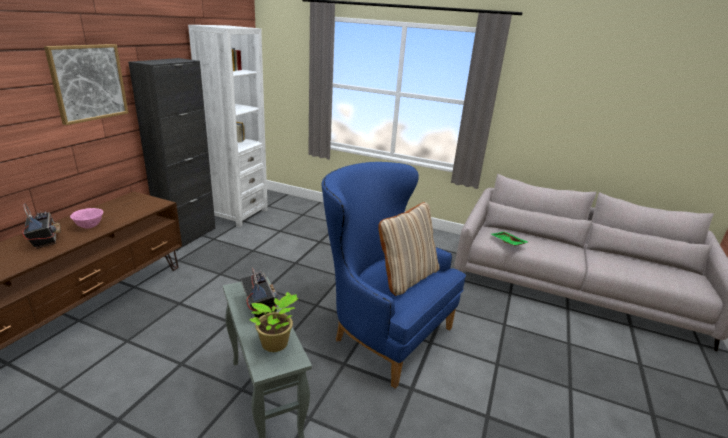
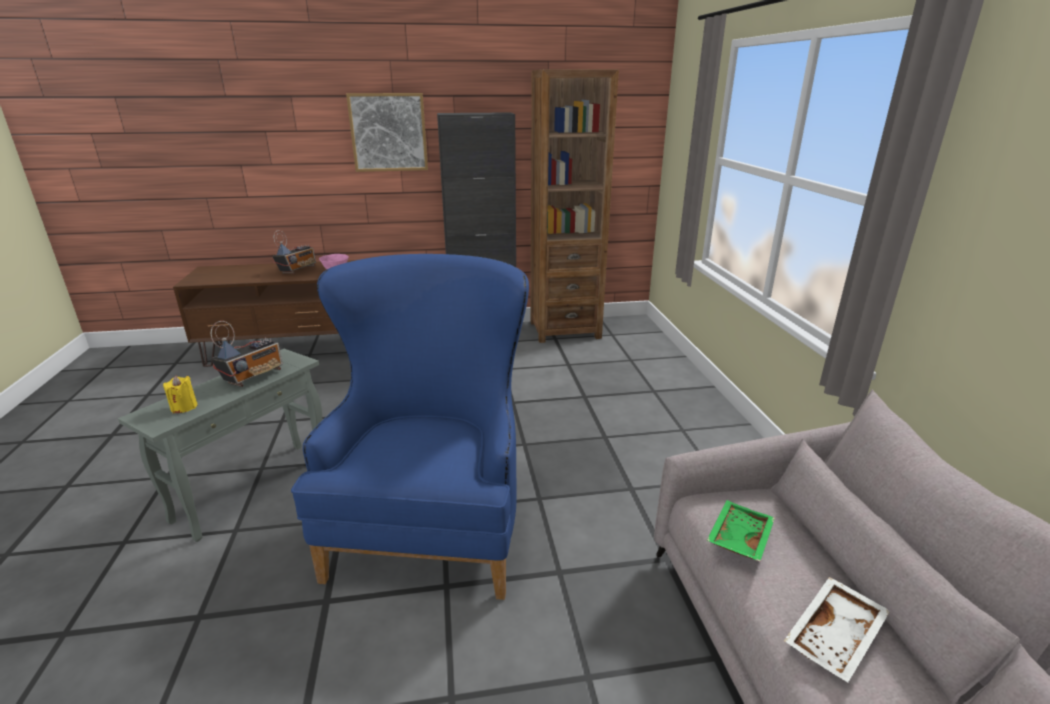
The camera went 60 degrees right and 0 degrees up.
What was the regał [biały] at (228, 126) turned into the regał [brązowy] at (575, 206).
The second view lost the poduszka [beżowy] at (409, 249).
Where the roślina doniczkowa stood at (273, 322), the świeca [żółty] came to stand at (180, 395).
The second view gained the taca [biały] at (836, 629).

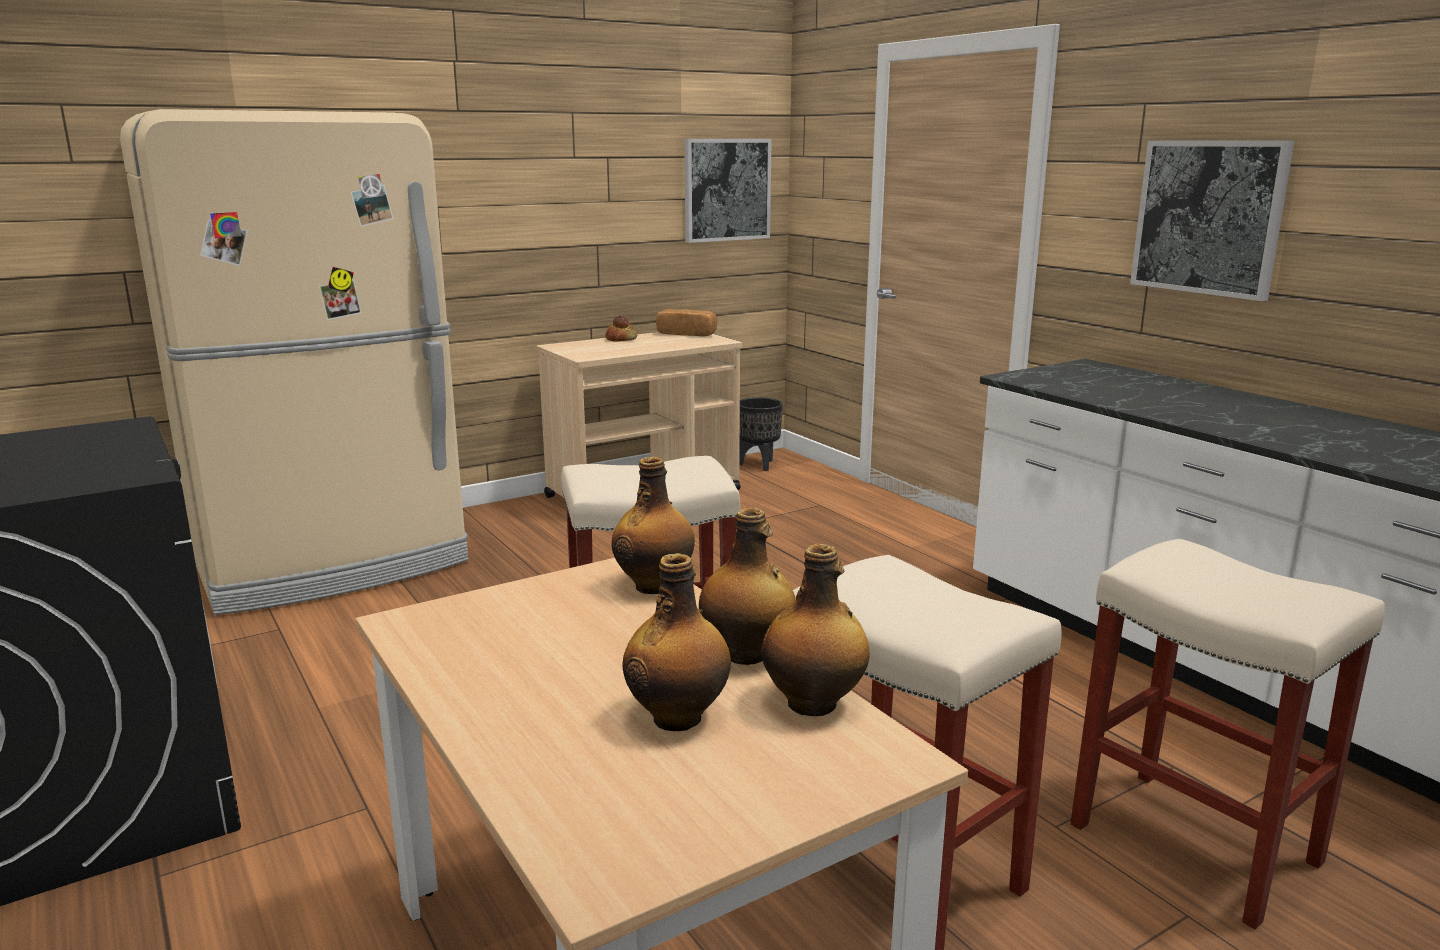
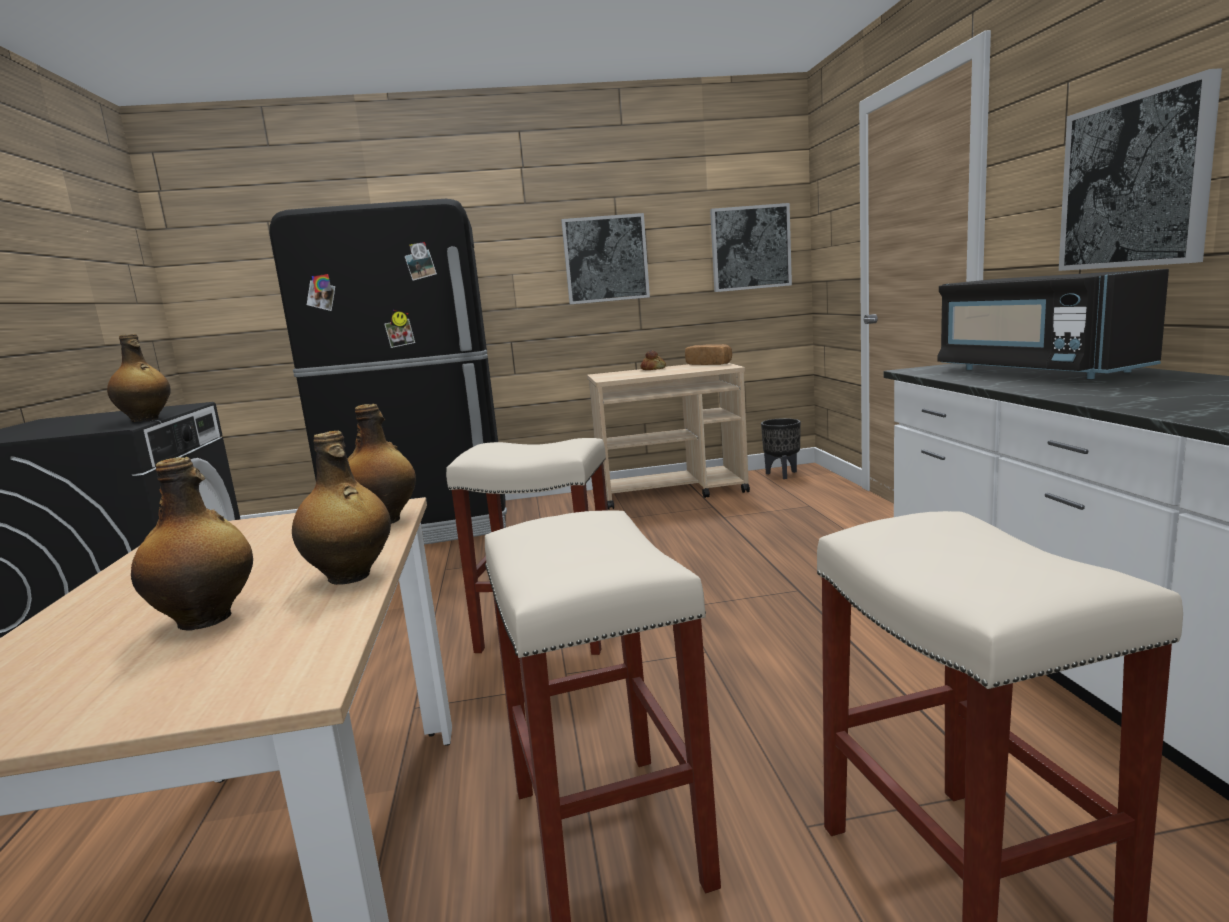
The camera went 25 degrees right and 5 degrees down.
What was the lodówka [beżowy] at (294, 362) turned into the lodówka [czarny] at (388, 371).
The butelka ended up elsewhere, having gone from (816, 630) to (139, 378).
The second view gained the obraz at (605, 258).
The second view gained the mikrofalówka [czarny] at (1053, 324).

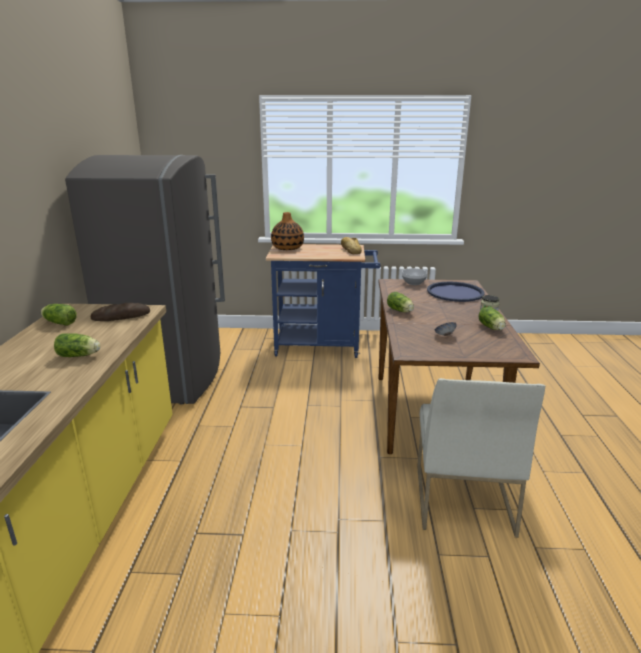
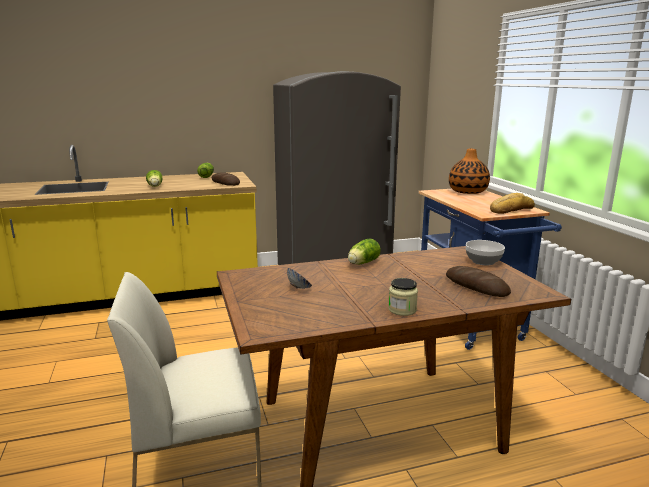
The camera went 70 degrees right and 5 degrees down.
Where the taca [niebieski] stood at (456, 292), the chleb came to stand at (478, 281).
The second view lost the sałata at (492, 318).

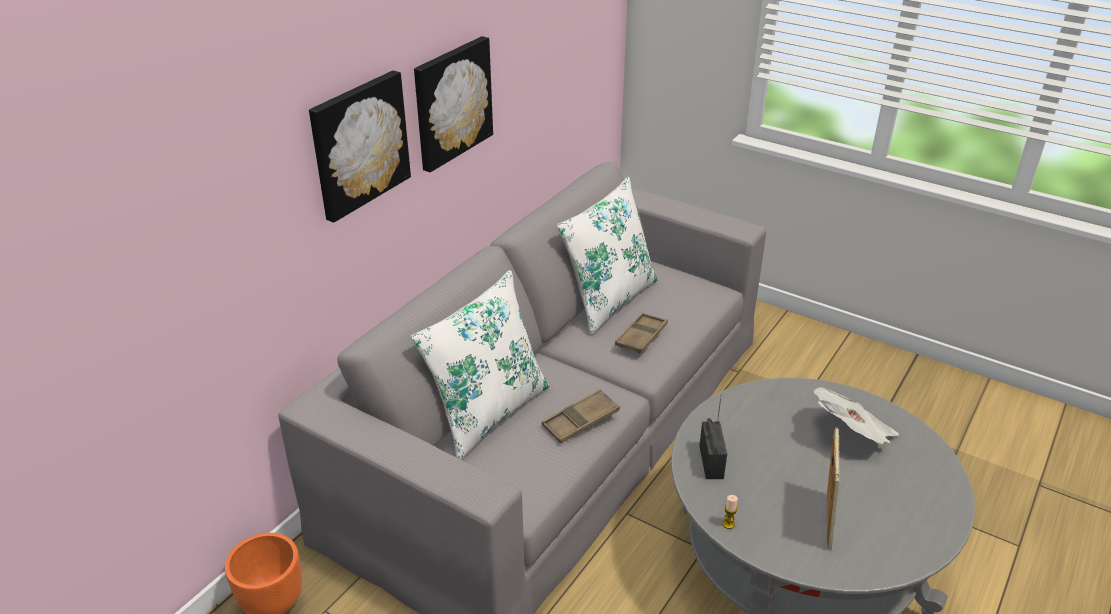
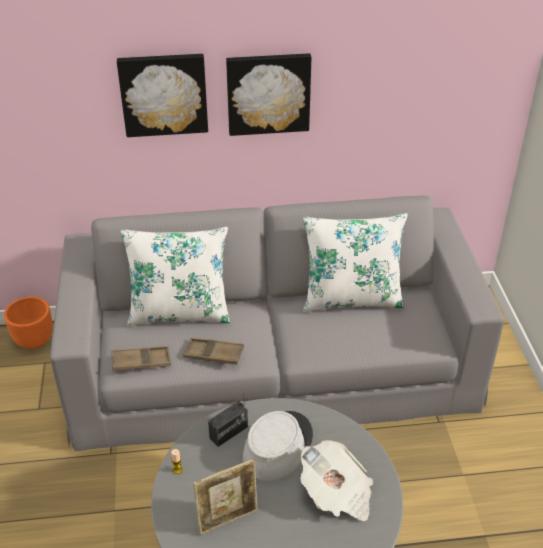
The camera went 50 degrees right and 5 degrees up.
The taca [brązowy] ended up elsewhere, having gone from (641, 333) to (141, 358).
The second view gained the kapelusz [szary] at (278, 446).

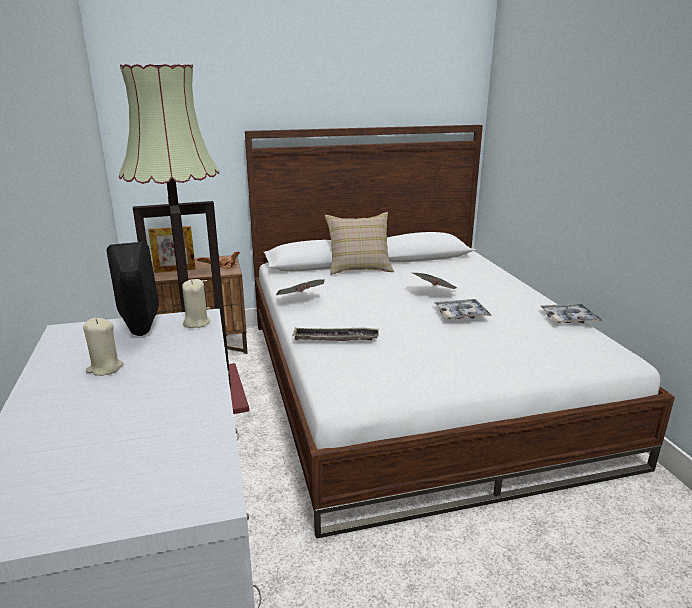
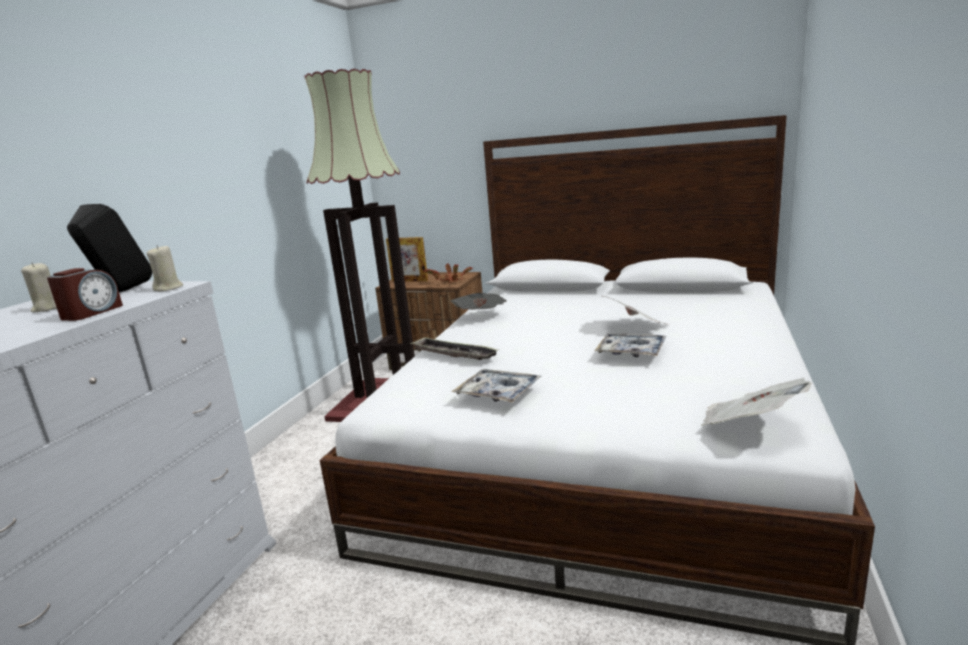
The camera went 35 degrees right and 5 degrees down.
The second view lost the poduszka [beżowy] at (359, 243).
The taca ended up elsewhere, having gone from (572, 313) to (496, 386).
The second view gained the budzik at (85, 294).
The second view gained the gazeta at (756, 402).

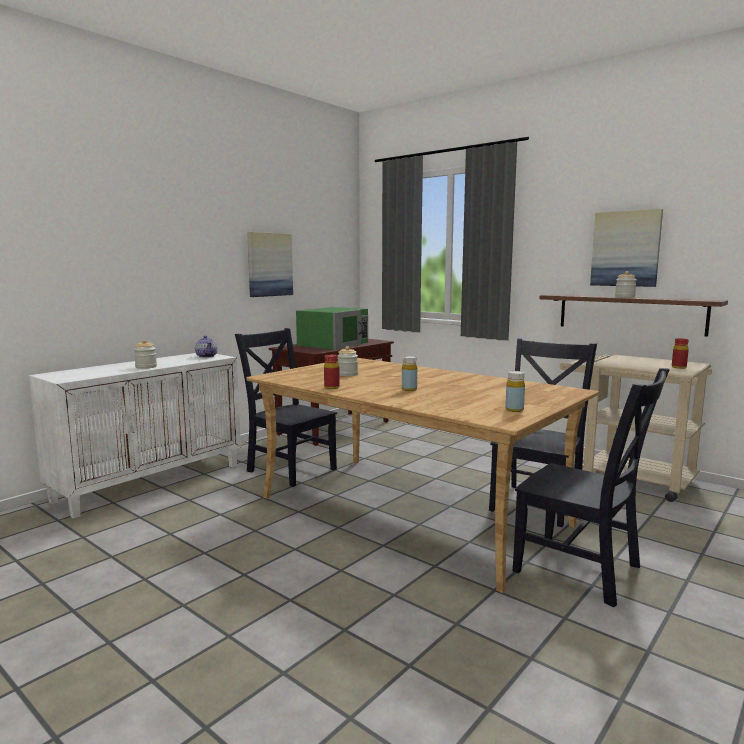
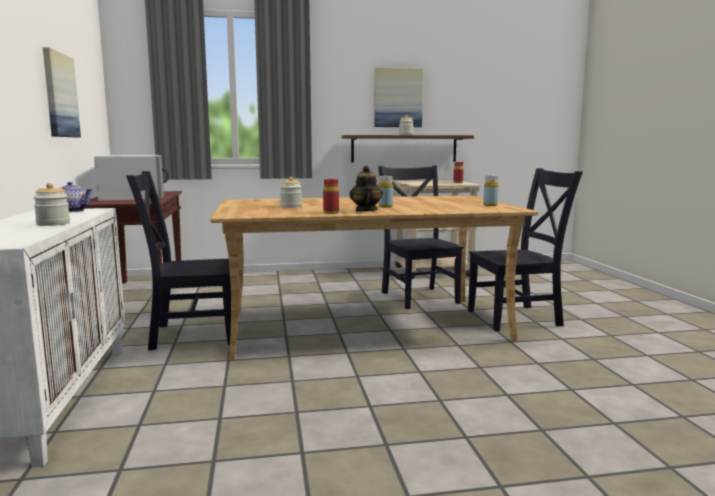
The camera went 50 degrees left and 0 degrees up.
What was the mikrofalówka [zielony] at (332, 328) turned into the mikrofalówka [biały] at (131, 178).
The second view gained the imbryk at (366, 188).

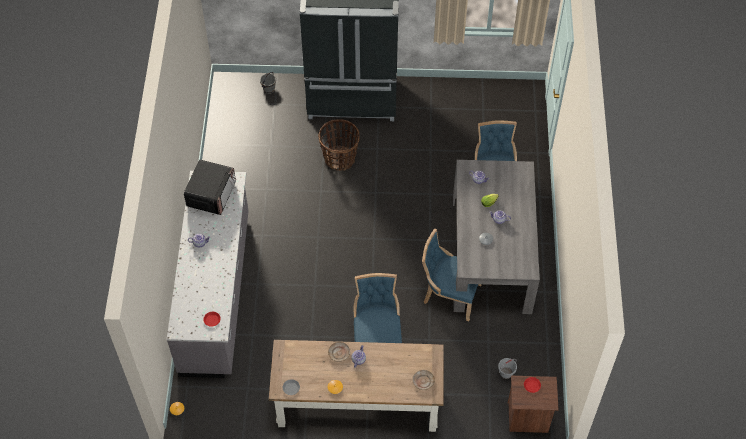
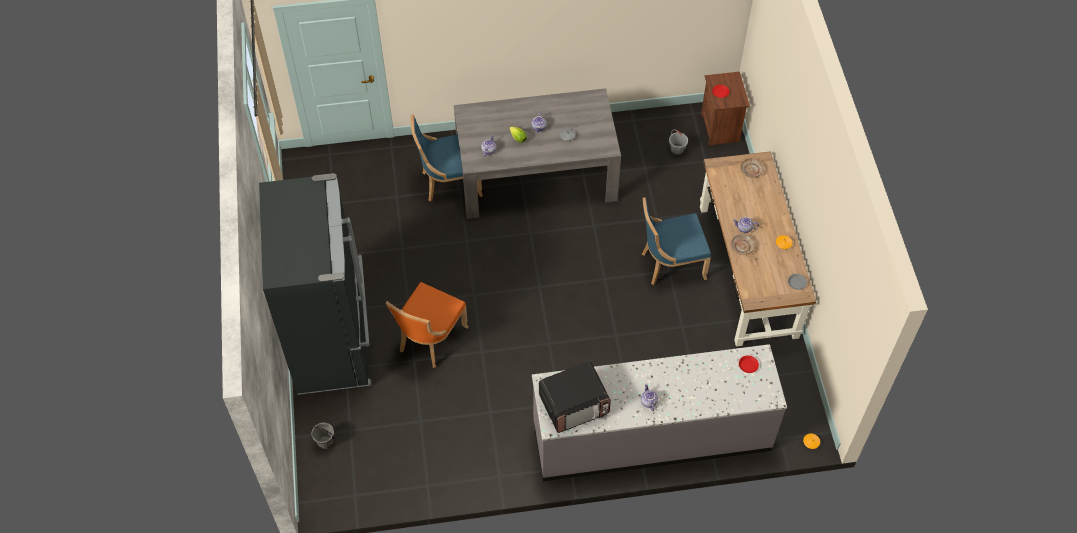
The camera went 100 degrees left and 0 degrees up.
Where the koszyk stood at (339, 145), the krzesło [pomarańczowy] came to stand at (427, 325).
The mikrofalówka at (210, 187) ended up facing another way, 150 degrees clockwise from before.
The second view lost the krzesło [niebieski] at (452, 275).

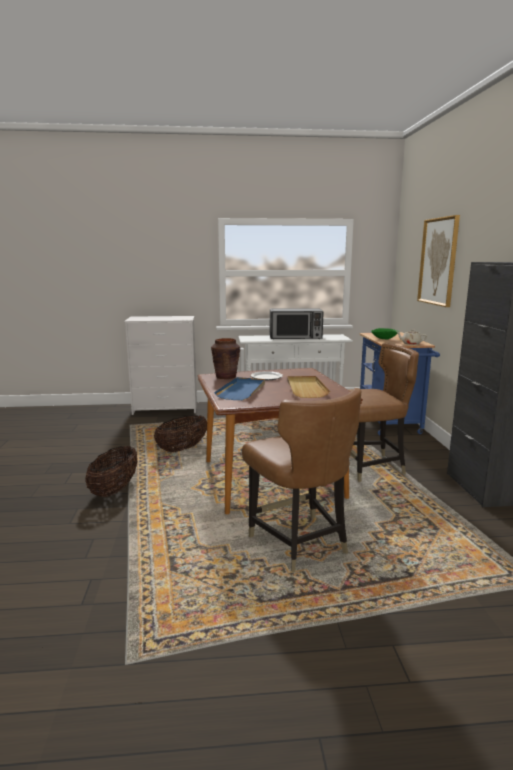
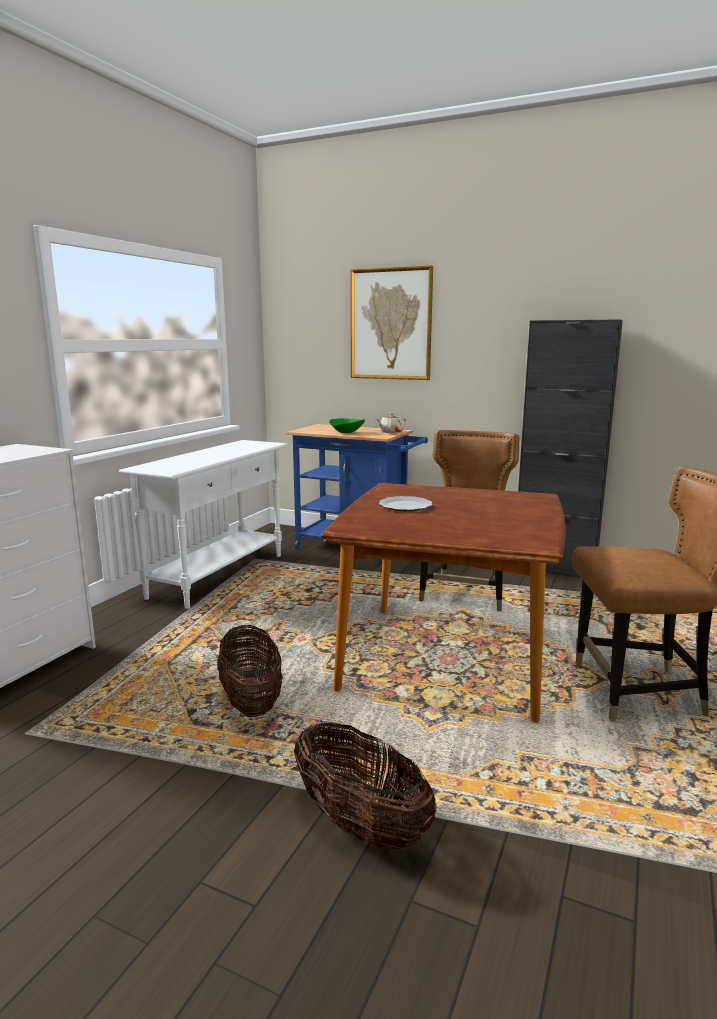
The camera went 60 degrees left and 0 degrees up.
The second view lost the mikrofalówka at (297, 323).
The second view lost the wazon [brązowy] at (225, 358).
The second view lost the taca [beżowy] at (308, 387).
The second view lost the taca [niebieski] at (239, 388).

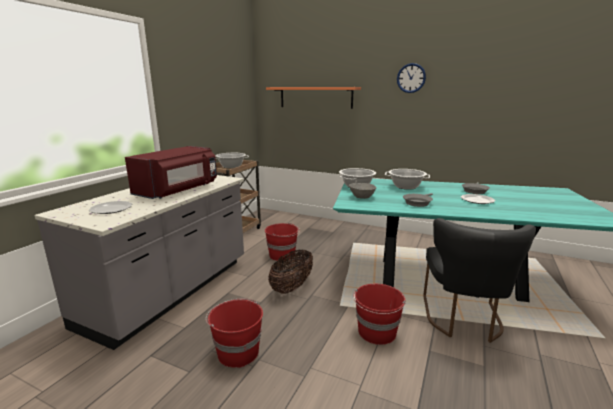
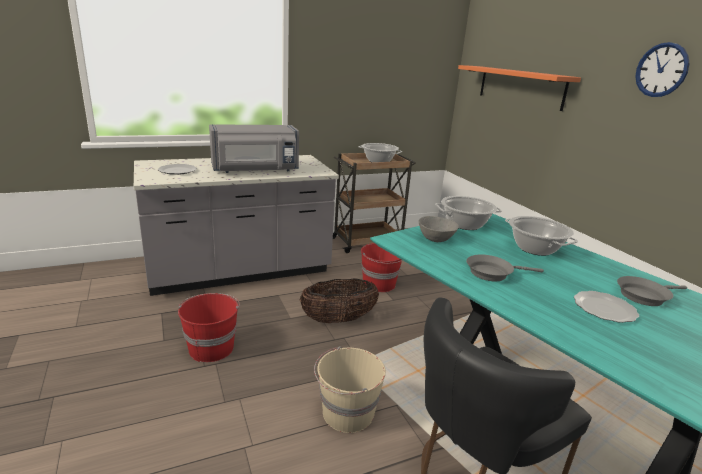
The camera went 40 degrees right and 5 degrees up.
What was the mikrofalówka [czerwony] at (171, 172) turned into the mikrofalówka [szary] at (254, 148).
What was the wiadro [czerwony] at (379, 314) turned into the wiadro [beżowy] at (350, 389).

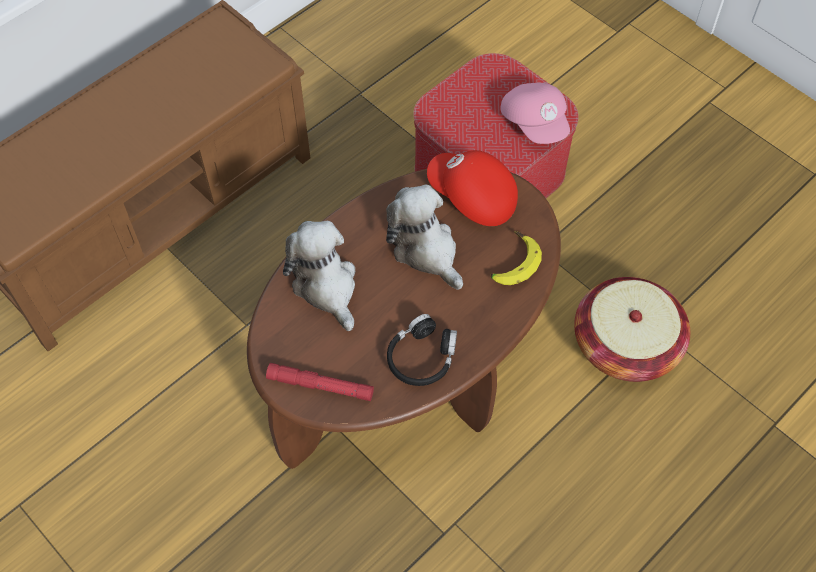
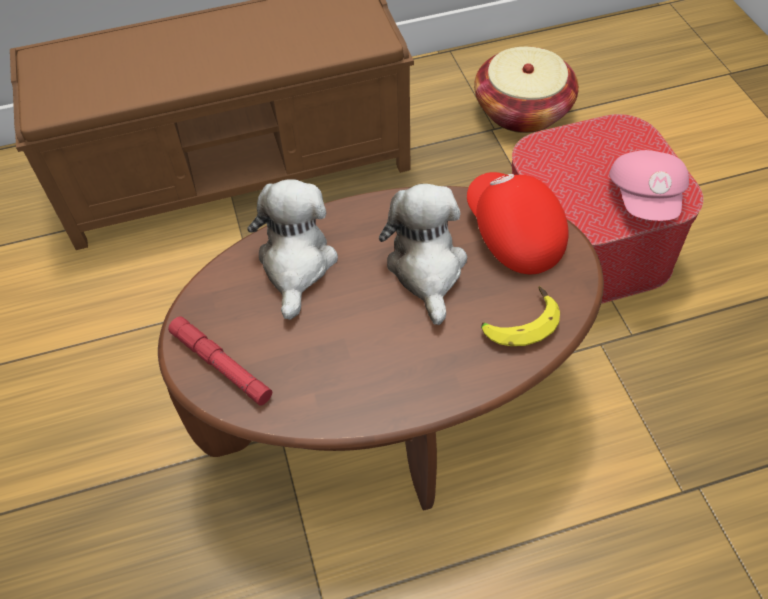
The camera went 30 degrees right and 5 degrees down.
The koszyk ended up elsewhere, having gone from (632, 329) to (526, 90).
The second view lost the słuchawki [czarny] at (422, 350).

